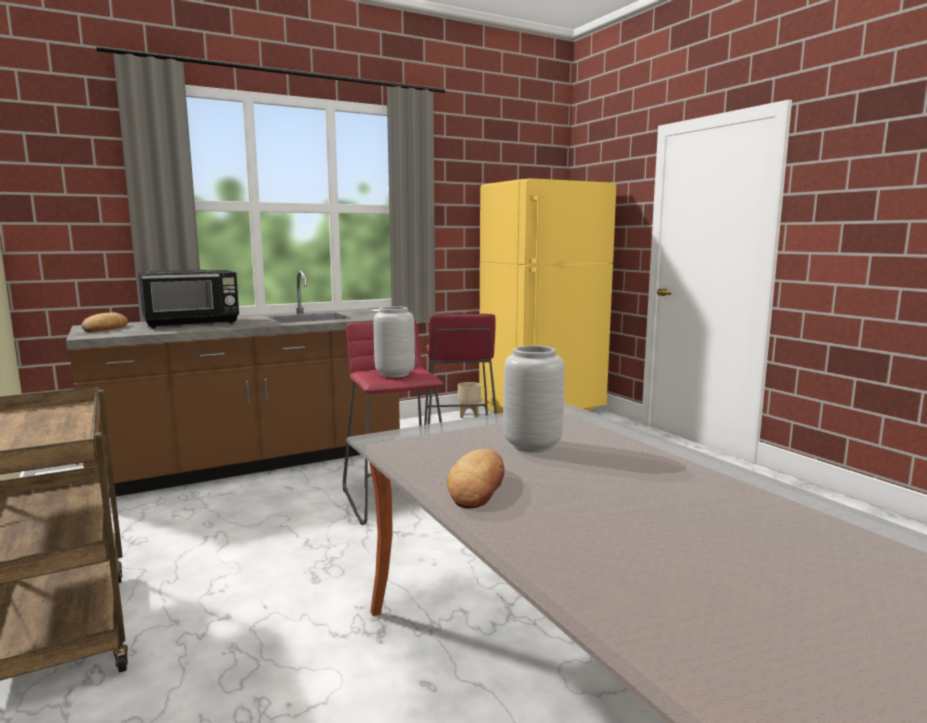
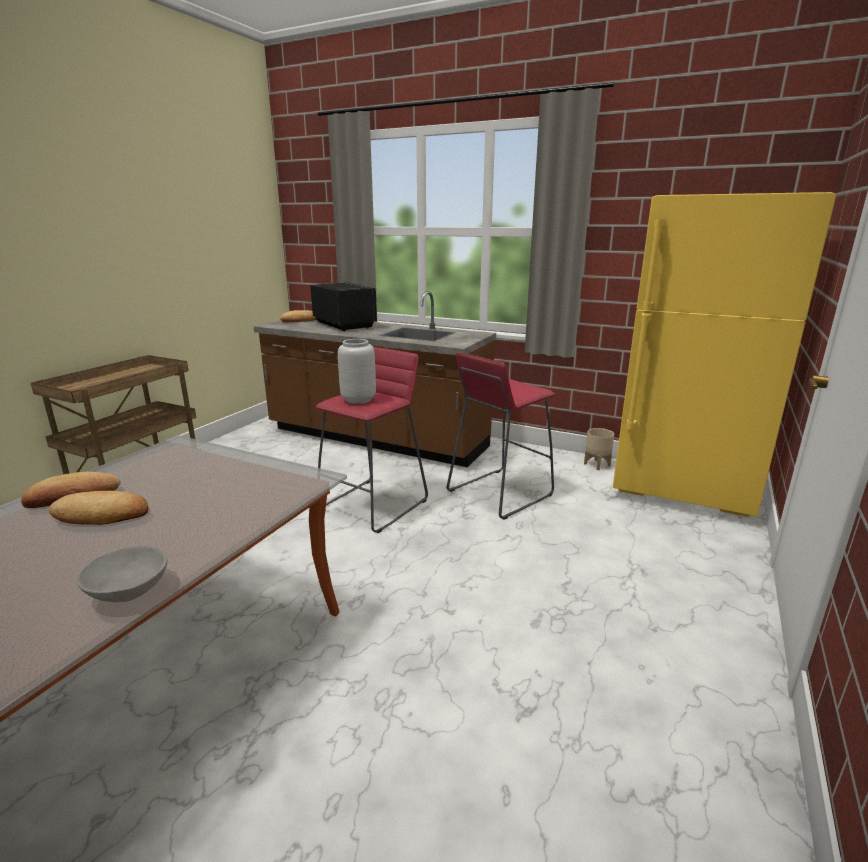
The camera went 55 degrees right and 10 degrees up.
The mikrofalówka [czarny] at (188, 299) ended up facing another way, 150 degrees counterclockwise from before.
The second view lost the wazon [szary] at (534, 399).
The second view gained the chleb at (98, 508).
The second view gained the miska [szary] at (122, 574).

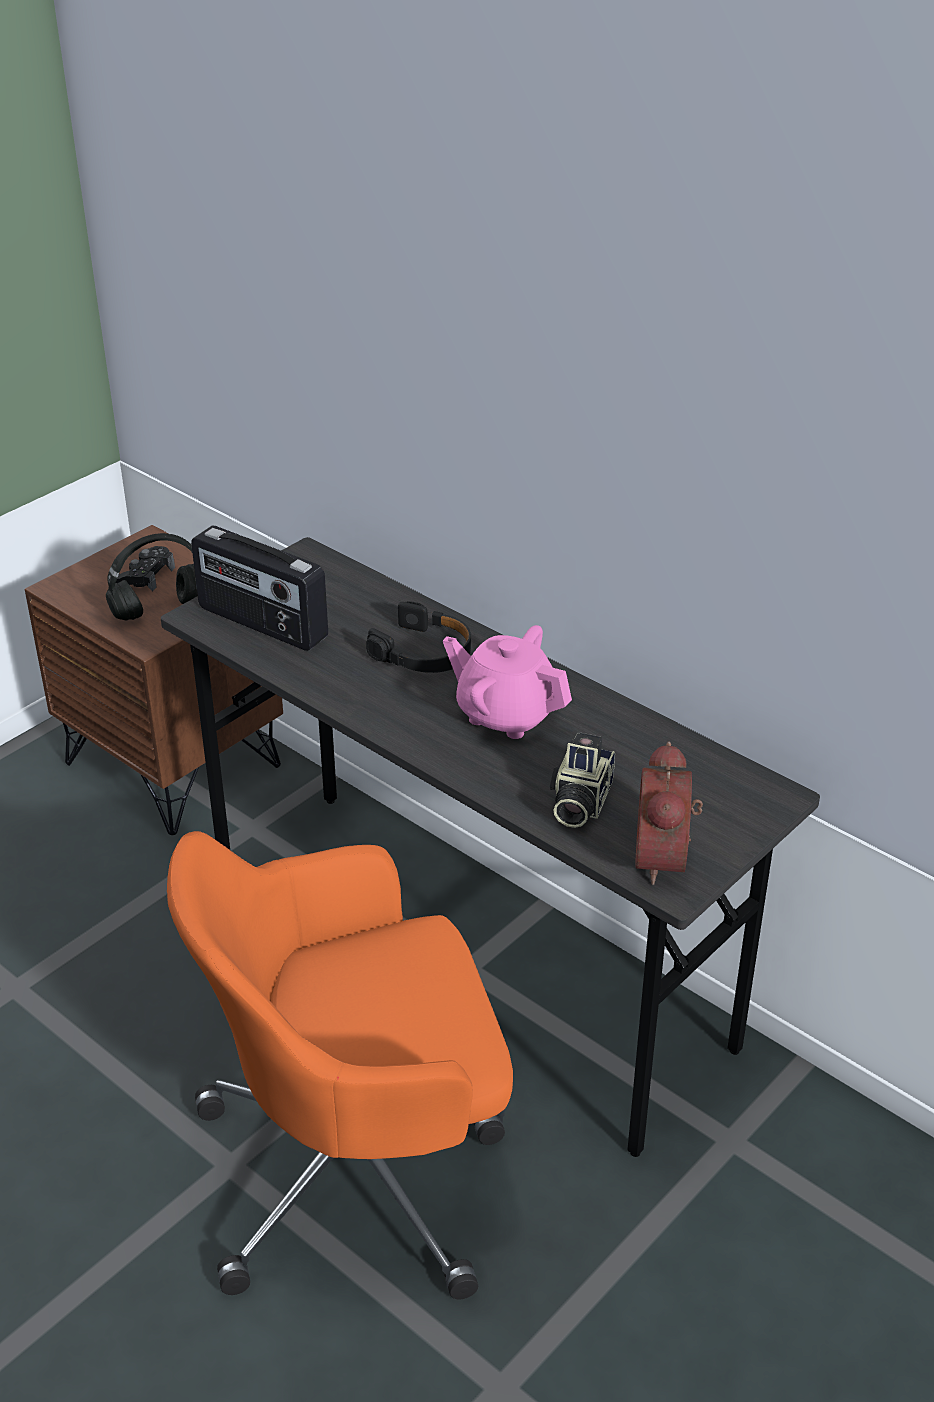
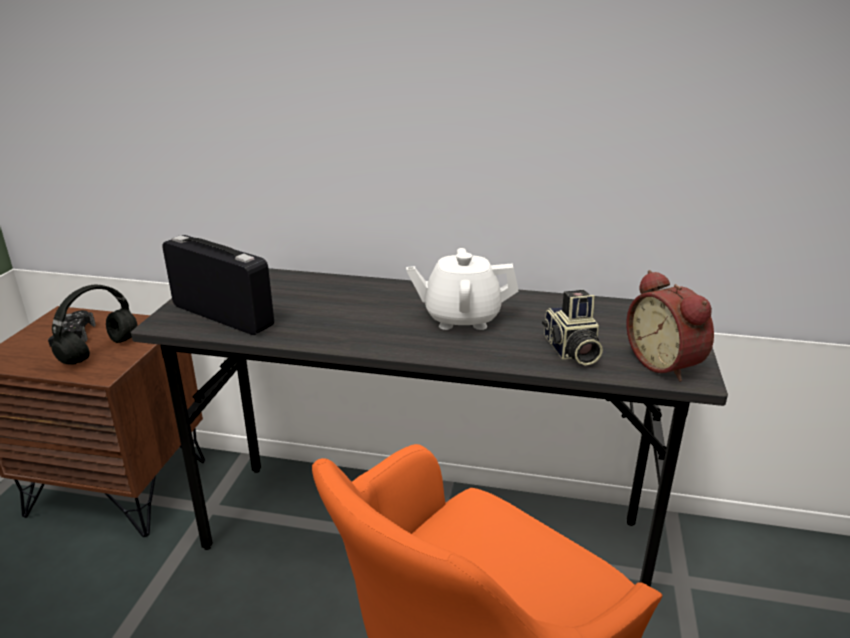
The camera went 30 degrees left and 10 degrees down.
The radio at (259, 588) ended up facing another way, 150 degrees counterclockwise from before.
The second view lost the słuchawki [czarny] at (418, 637).
What was the imbryk [różowy] at (507, 682) turned into the imbryk [biały] at (462, 289).

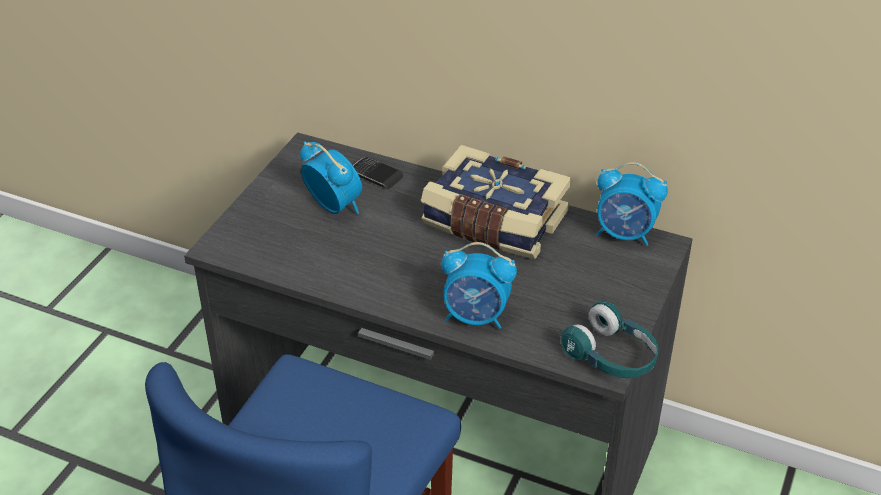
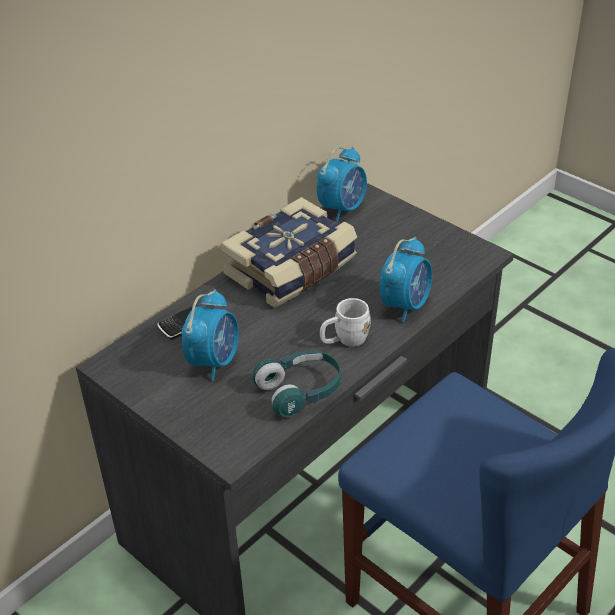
The camera went 70 degrees left and 0 degrees up.
The budzik at (331, 178) ended up facing another way, 135 degrees clockwise from before.
The słuchawki [turkusowy] ended up elsewhere, having gone from (610, 339) to (297, 383).
The second view gained the kubek [biały] at (345, 322).

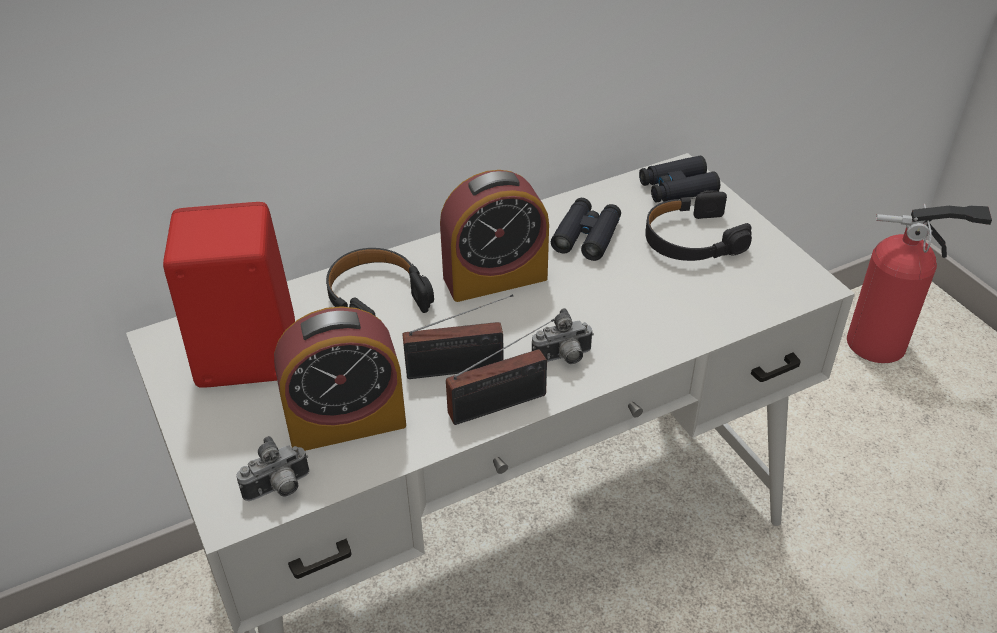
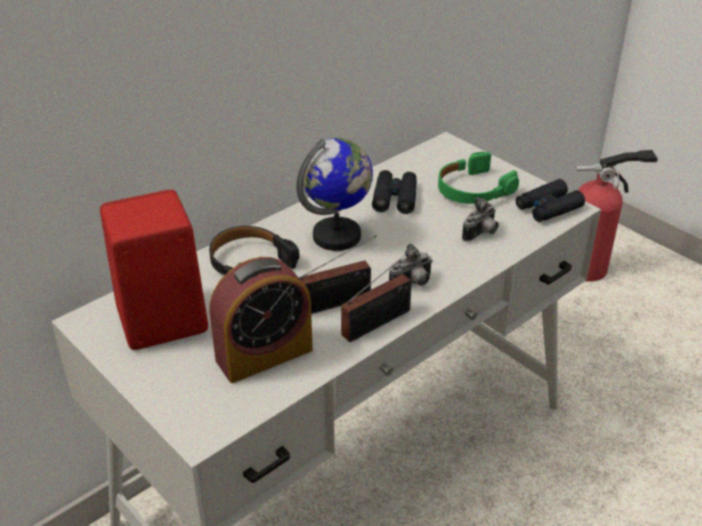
The camera went 15 degrees left and 5 degrees down.
The lornetka [czarny] ended up elsewhere, having gone from (679, 179) to (550, 200).
Where the budzik stood at (494, 236), the globus came to stand at (334, 194).
What was the słuchawki [czarny] at (698, 225) turned into the słuchawki [zielony] at (478, 178).
The aparat fotograficzny ended up elsewhere, having gone from (272, 468) to (480, 219).

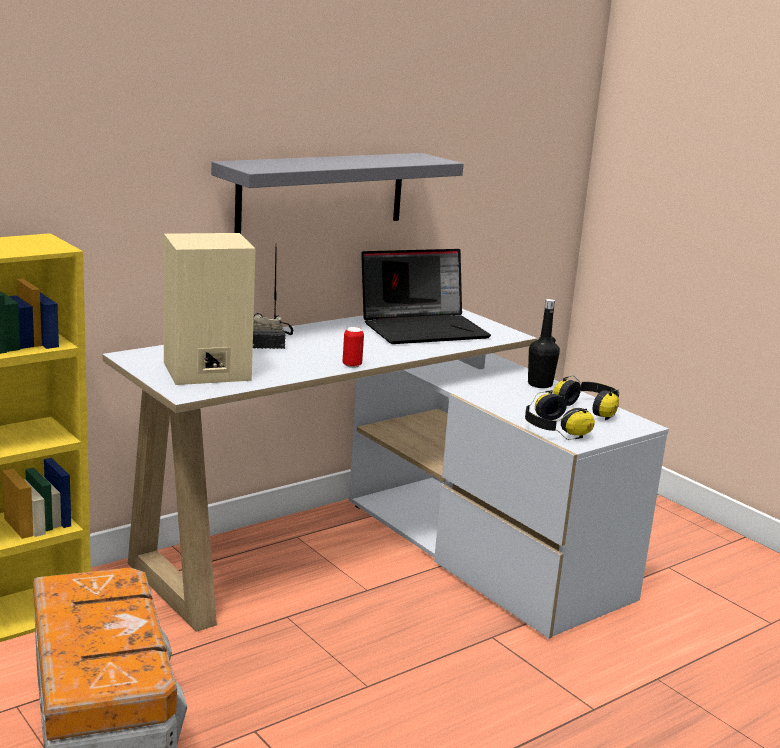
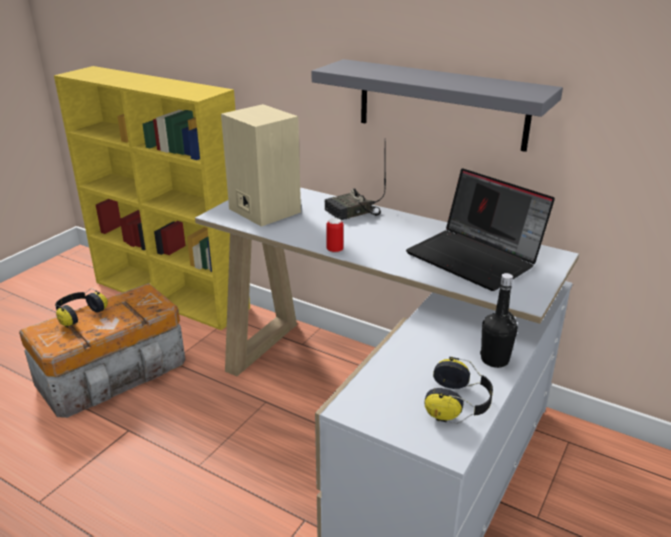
The camera went 70 degrees right and 10 degrees up.
The słuchawki ended up elsewhere, having gone from (560, 415) to (81, 308).

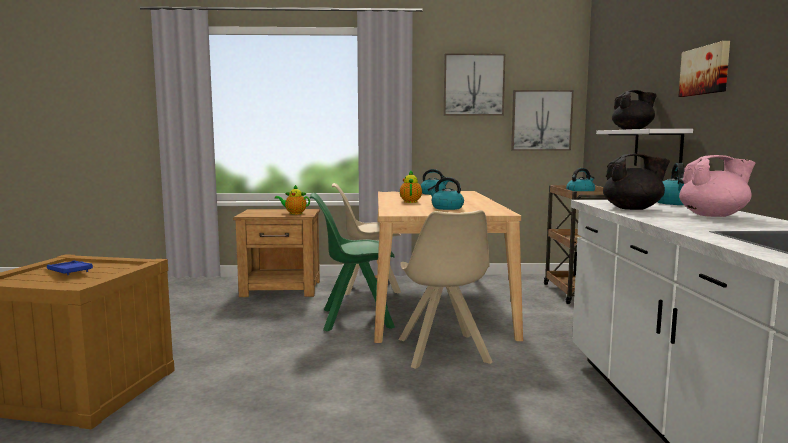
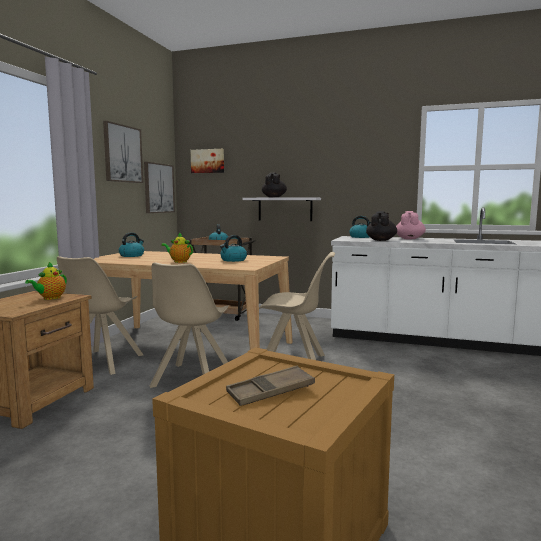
The camera went 70 degrees left and 0 degrees up.
The obraz ended up elsewhere, having gone from (704, 69) to (207, 161).
What was the krzesło [zielony] at (352, 262) turned into the krzesło [beżowy] at (189, 325).
What was the taca [niebieski] at (70, 267) turned into the taca [brązowy] at (270, 386).

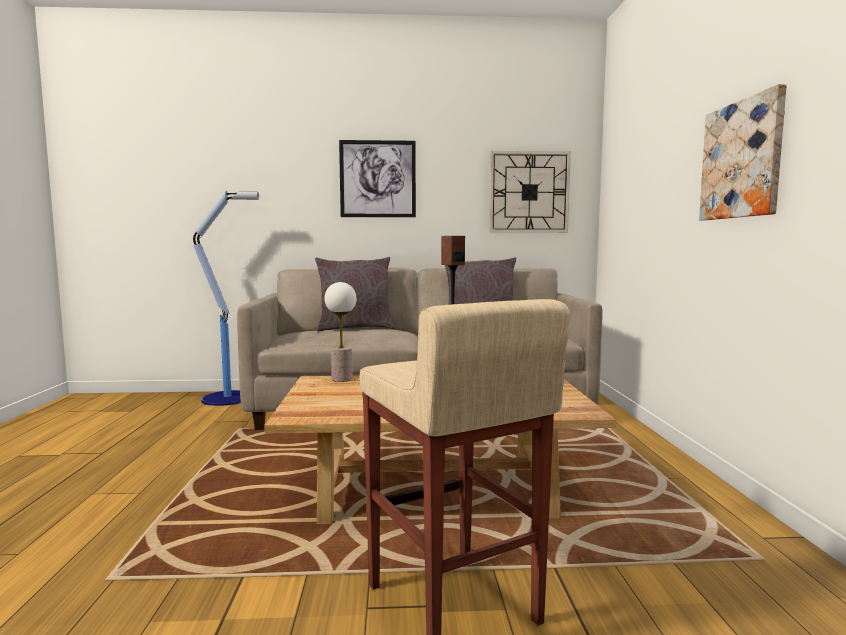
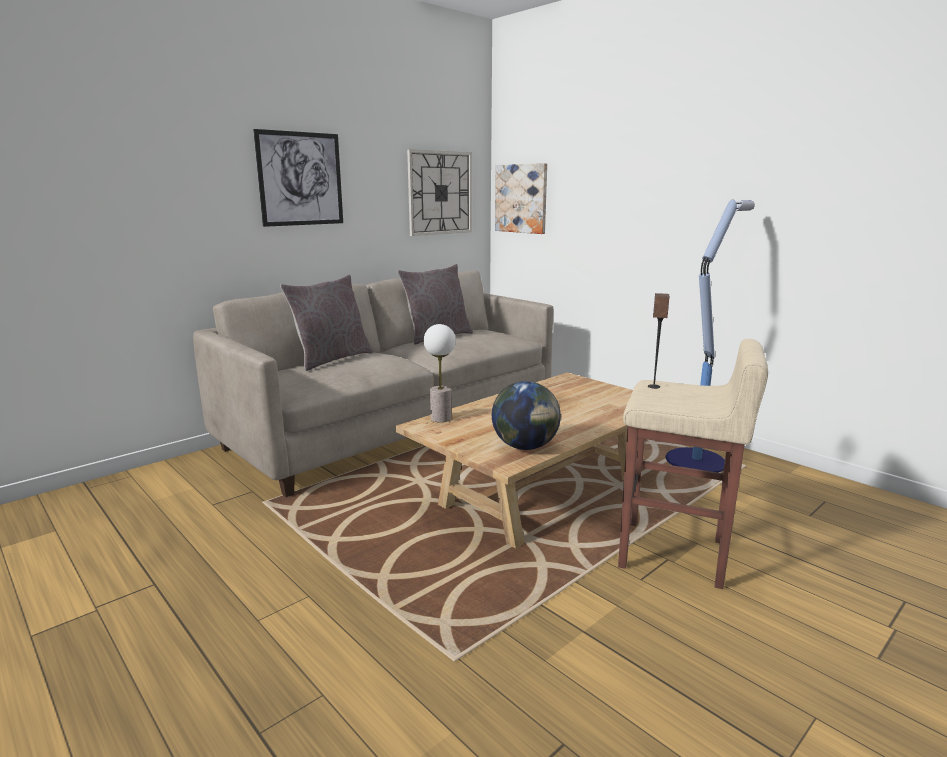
The camera went 40 degrees left and 10 degrees up.
The obraz ended up elsewhere, having gone from (743, 152) to (521, 198).
The lampa stojąca ended up elsewhere, having gone from (226, 298) to (710, 335).
The second view gained the globus at (526, 415).

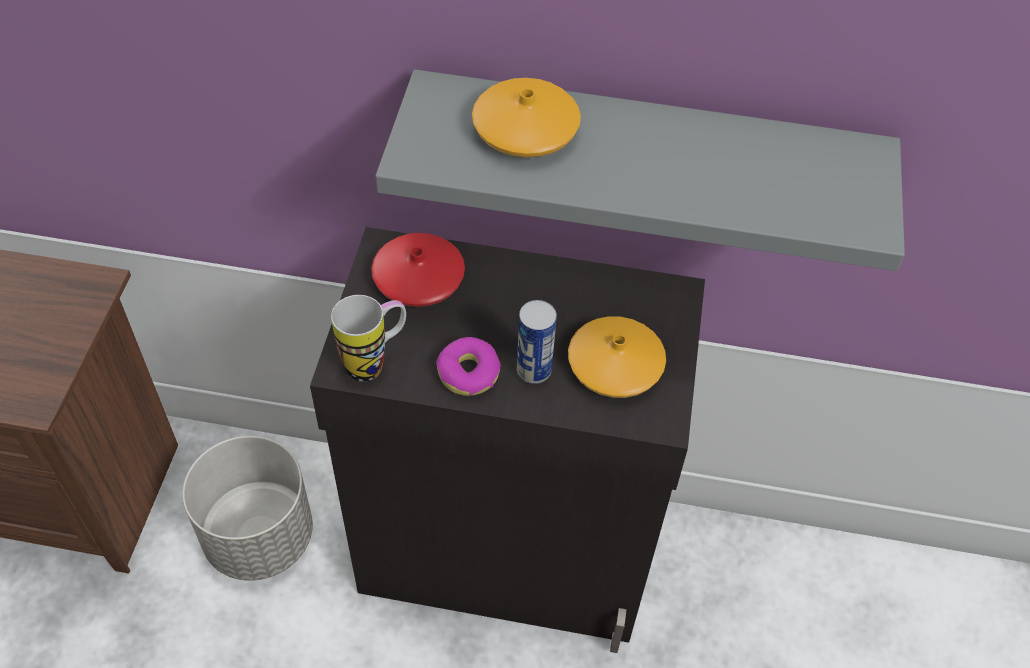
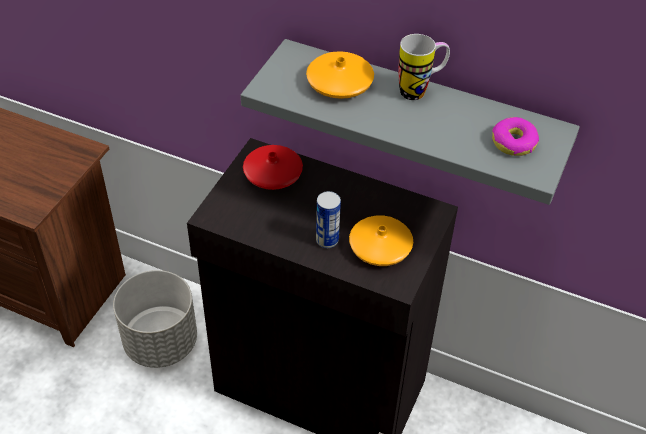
The camera went 15 degrees right and 5 degrees down.
The kubek ended up elsewhere, having gone from (368, 338) to (424, 67).
The donut ended up elsewhere, having gone from (468, 366) to (515, 136).

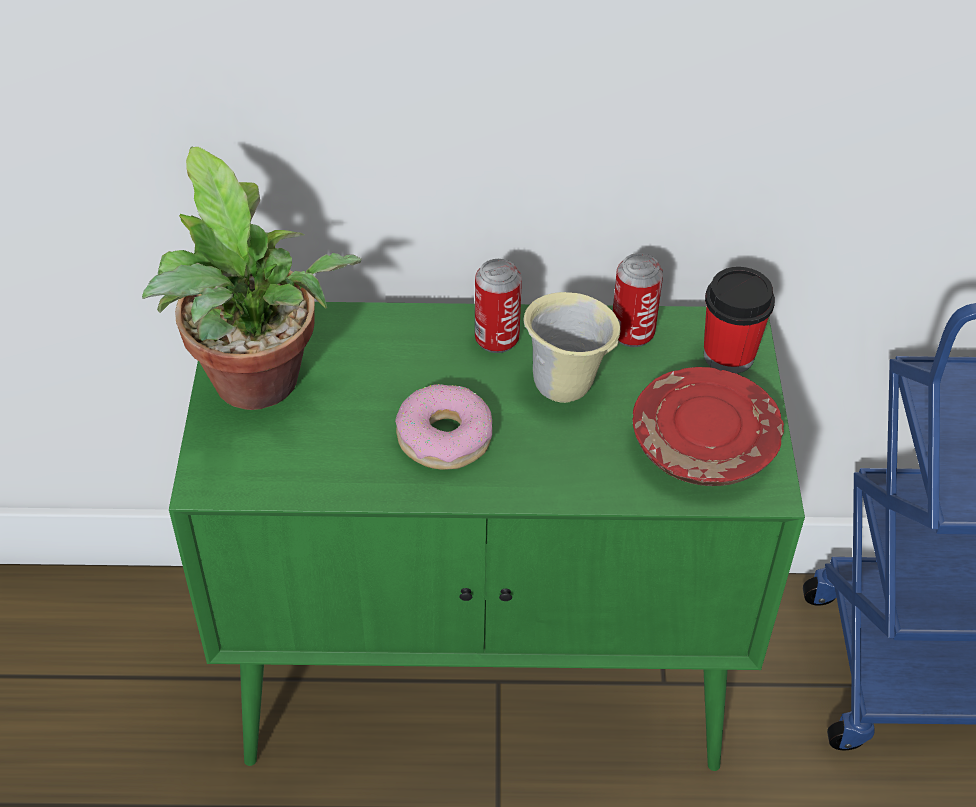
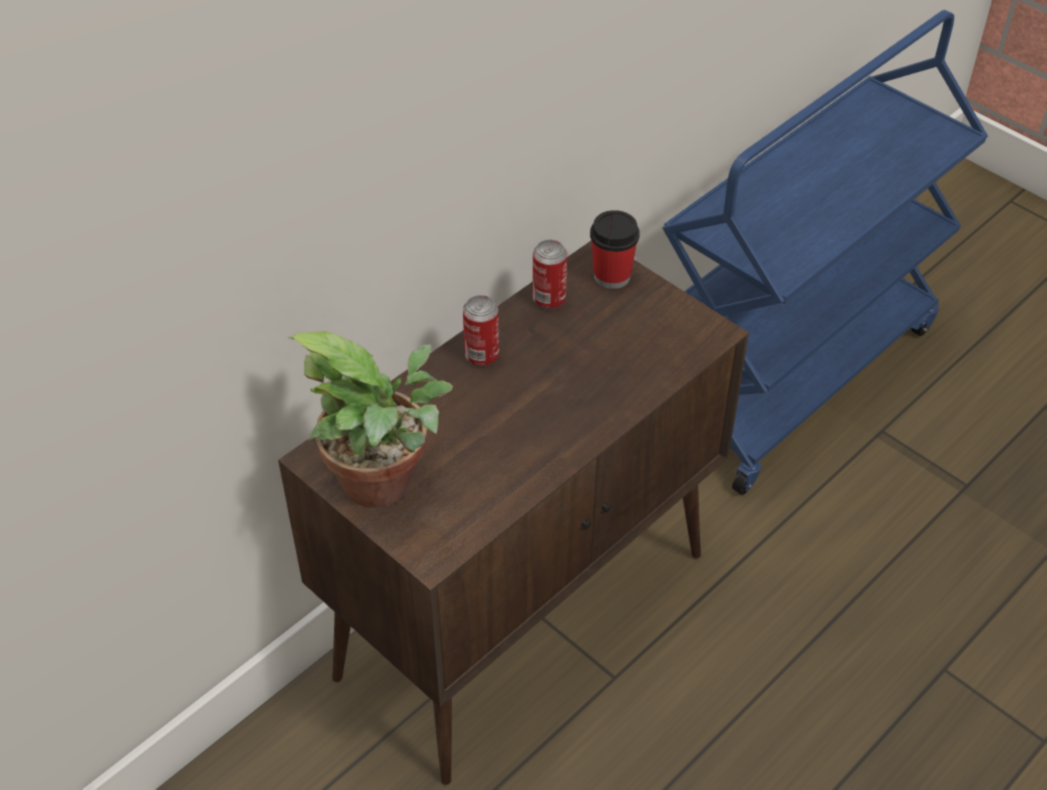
The camera went 45 degrees left and 0 degrees up.
The second view lost the kubek [beżowy] at (572, 347).
What was the szafka [zielony] at (487, 536) turned into the szafka [brązowy] at (513, 512).
The second view lost the talerz [czerwony] at (708, 426).
The second view lost the donut at (443, 427).

